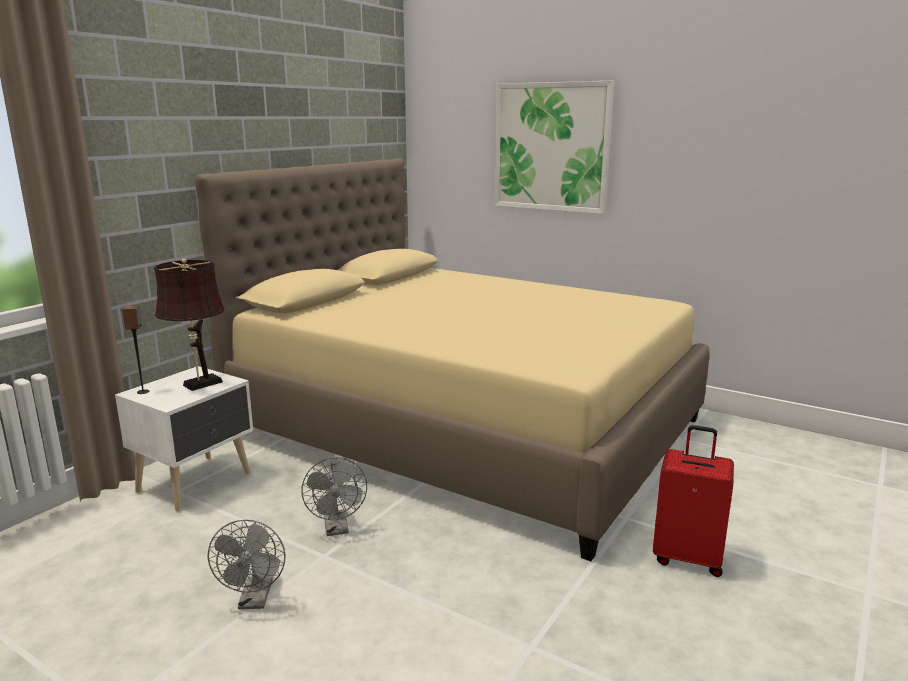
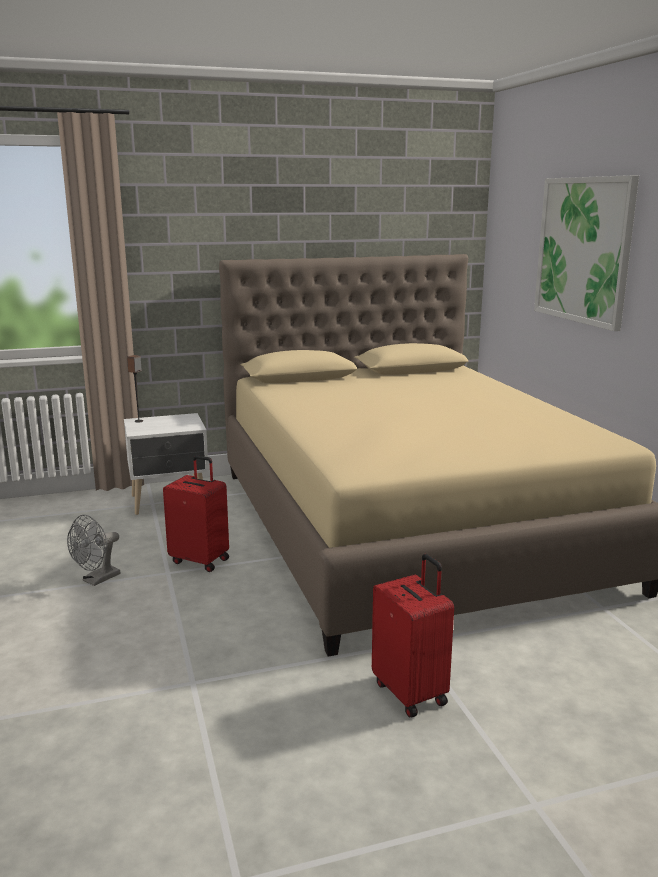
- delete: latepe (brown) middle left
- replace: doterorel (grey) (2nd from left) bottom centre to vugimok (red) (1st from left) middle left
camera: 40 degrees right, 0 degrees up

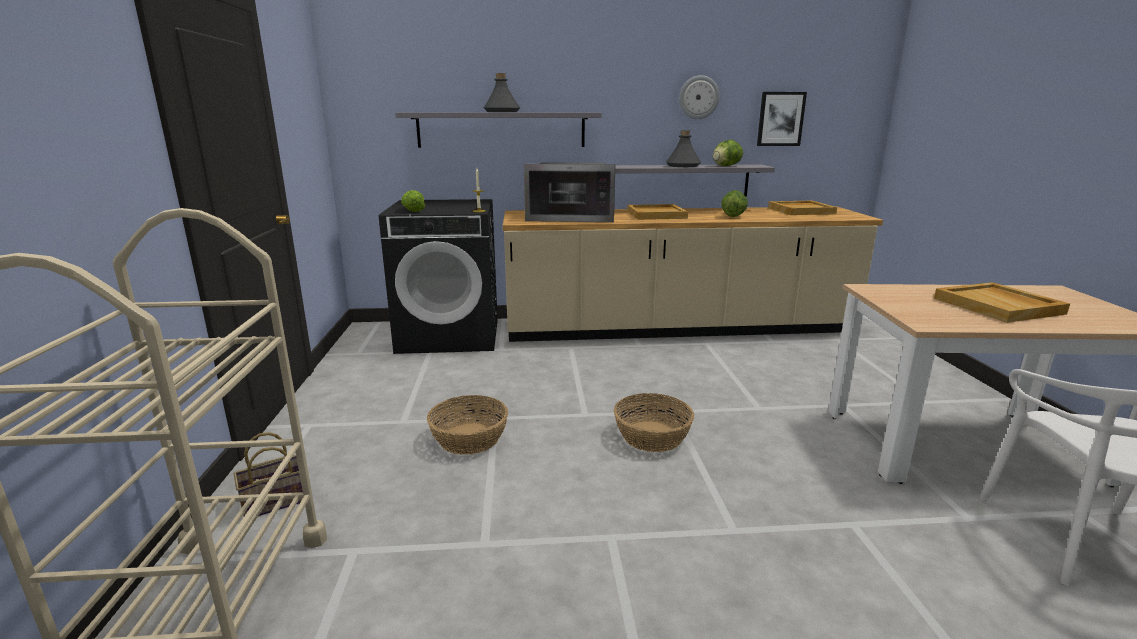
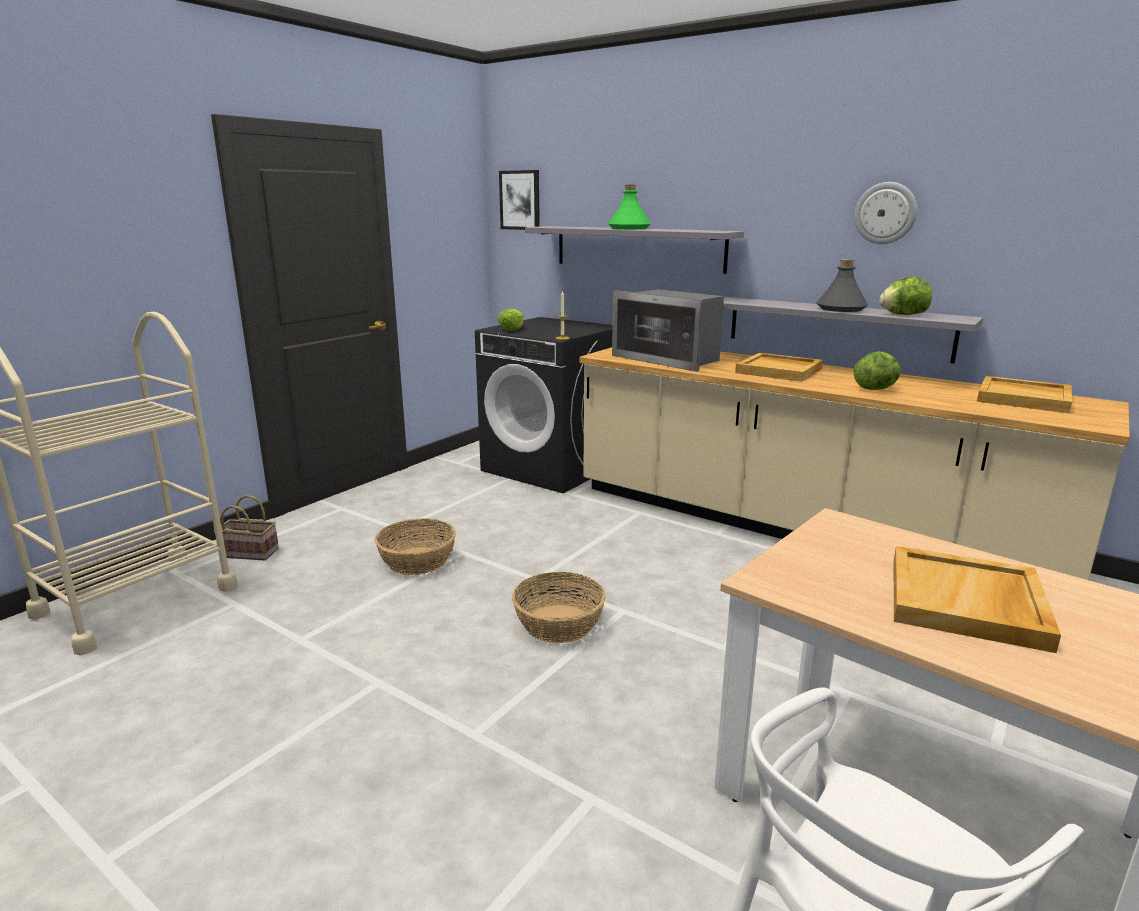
- move: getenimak top right to top centre
- recolor: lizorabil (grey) (1st from left) top centre to lizorabil (green) top centre
camera: 40 degrees right, 0 degrees up

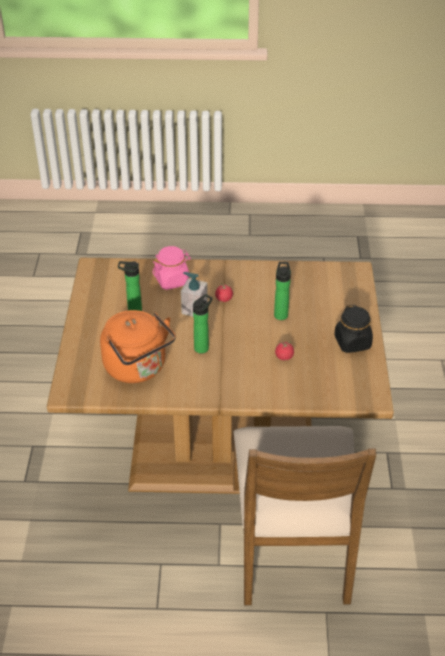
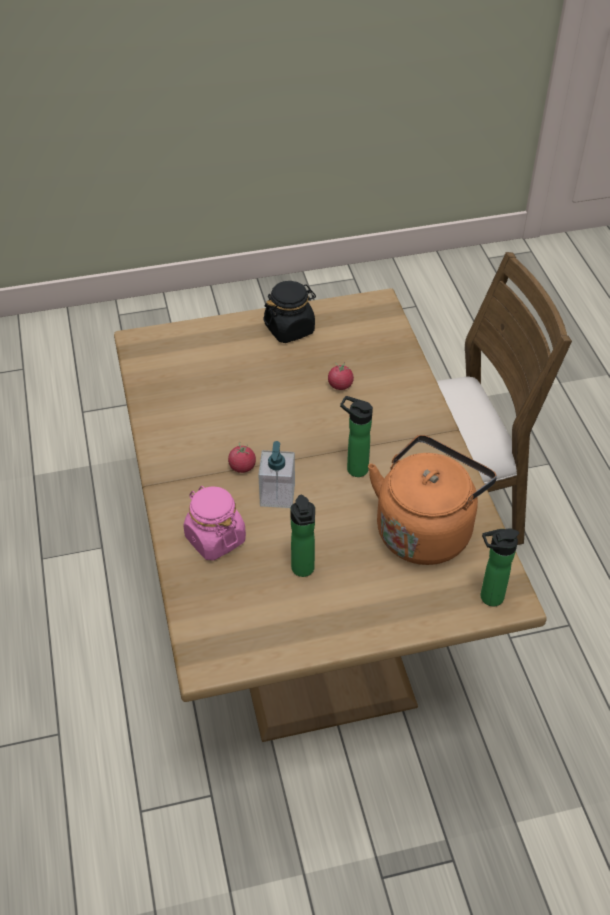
- move: lizorabil (3rd from left) centre to middle right
camera: 105 degrees left, 5 degrees up

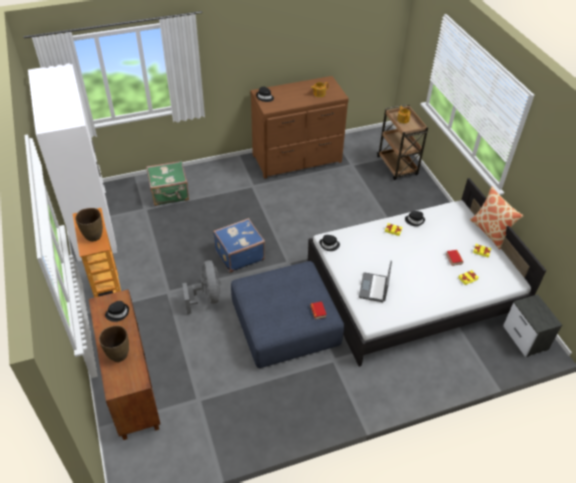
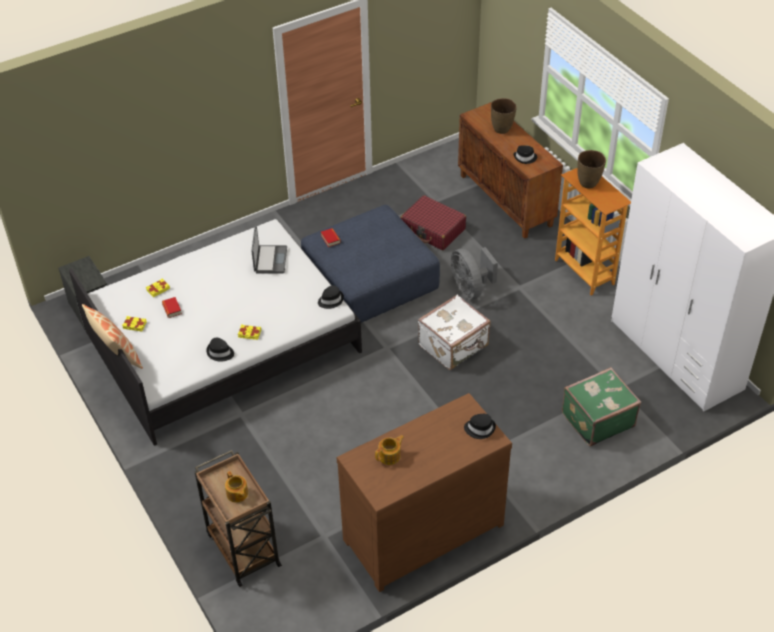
- insert: vugimok (red) centre
- recolor: vugimok (blue) centre to vugimok (white) centre
camera: 170 degrees right, 0 degrees up

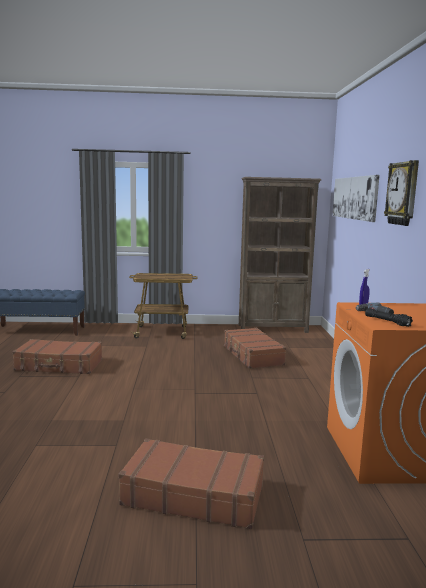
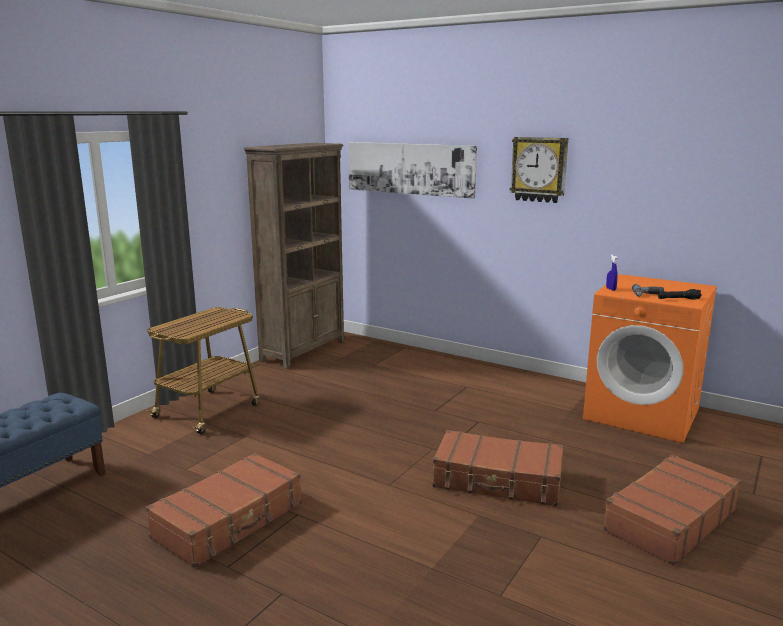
- move: vugimok (brown) (3rd from left in the first image) centre to vugimok (brown) (2nd from left) bottom centre
camera: 55 degrees left, 5 degrees up

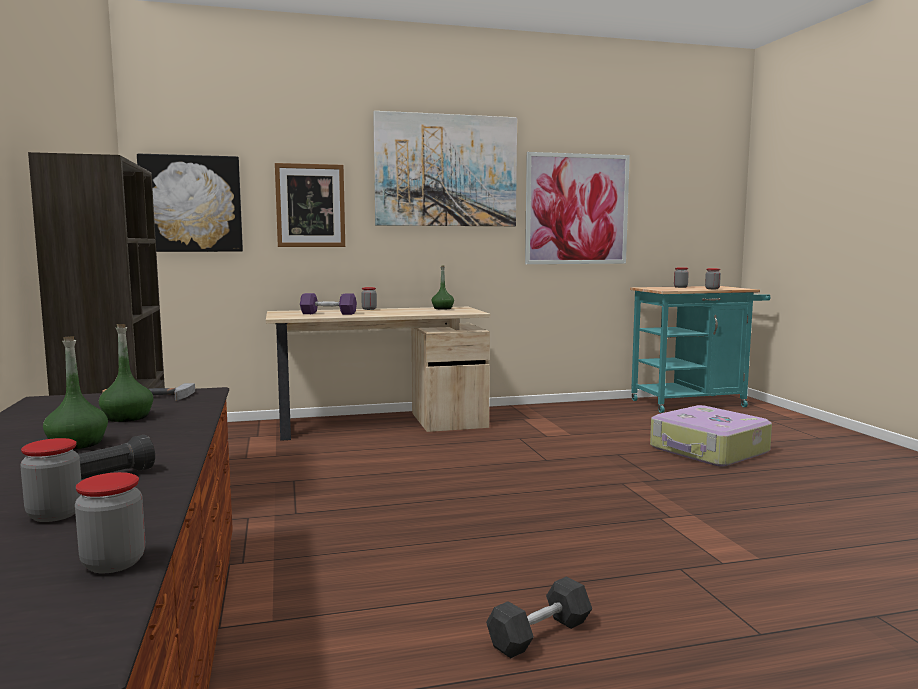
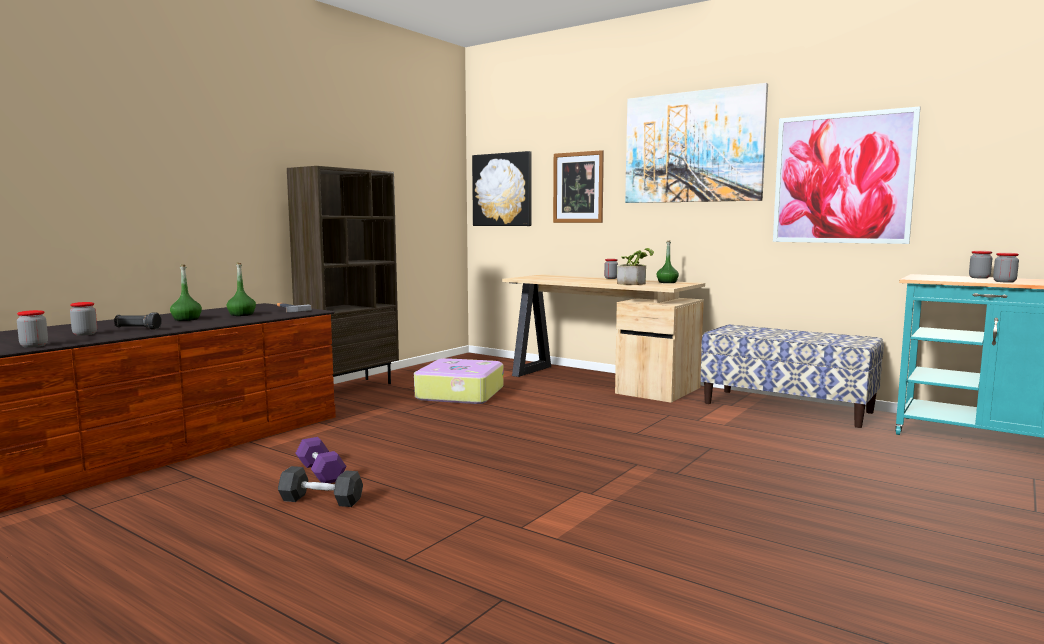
- insert: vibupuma centre
- insert: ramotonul middle right
- move: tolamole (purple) centre to bottom left
- move: vugimok middle right to centre
camera: 50 degrees right, 0 degrees up

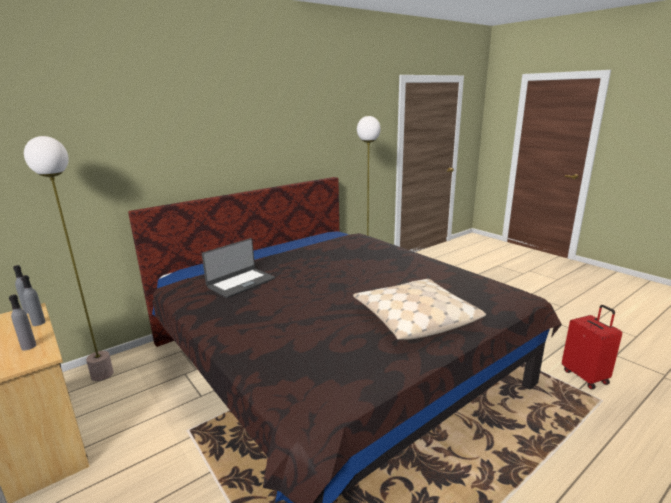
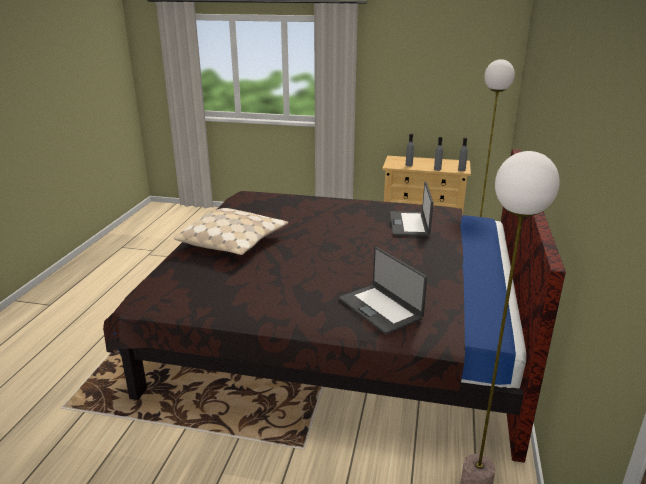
- delete: vugimok (red) bottom right
- insert: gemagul (1st from left) centre
camera: 140 degrees right, 5 degrees up

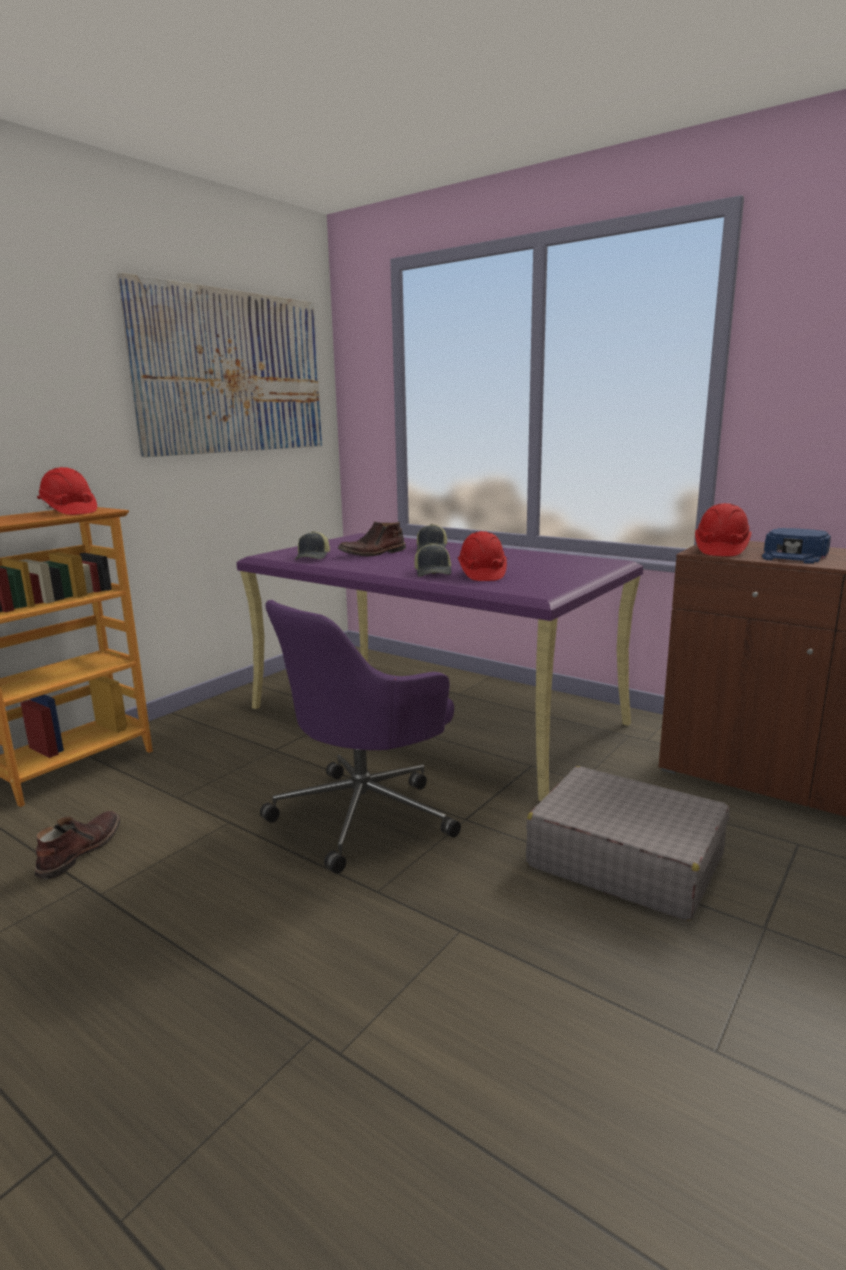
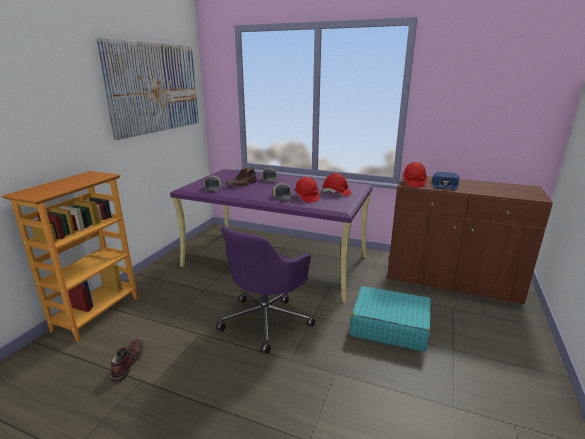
- move: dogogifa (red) (1st from left in the first image) middle left to dogogifa (red) (2nd from left) centre
- recolor: vugimok (grey) middle right to vugimok (turquoise) bottom right
camera: 15 degrees left, 5 degrees up

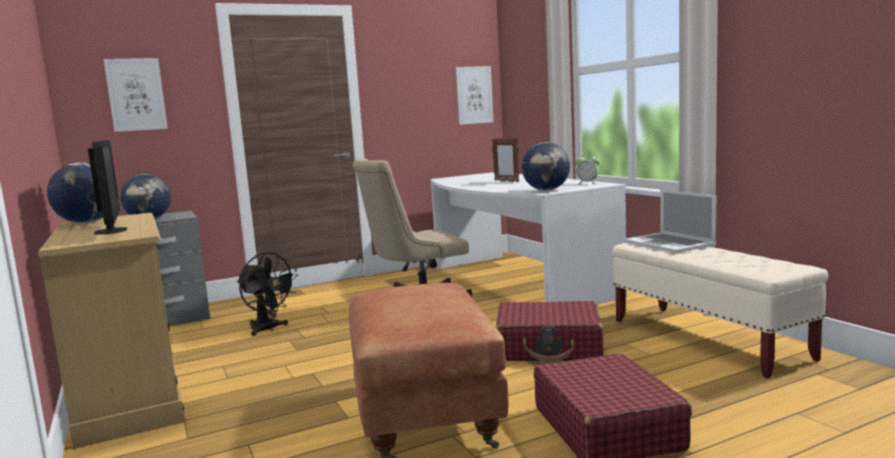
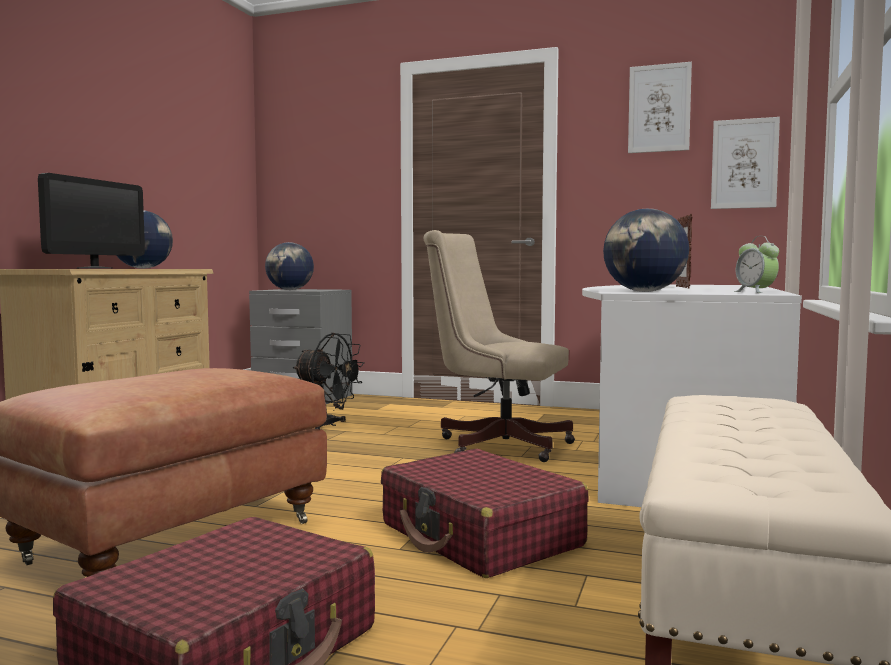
- delete: gemagul middle right
- move: getenimak (1st from left) top left to top right
- rotate: doterorel (black) middle left = centre 60 degrees counterclockwise
camera: 45 degrees right, 5 degrees down

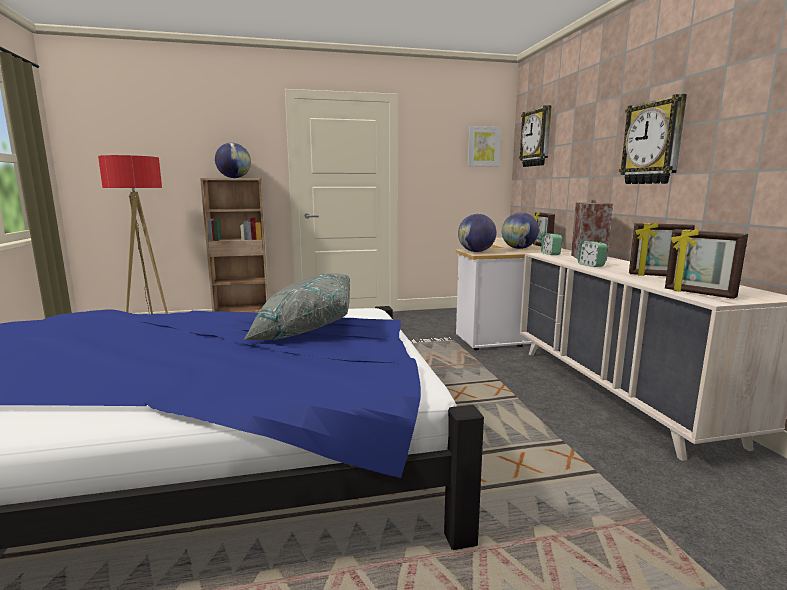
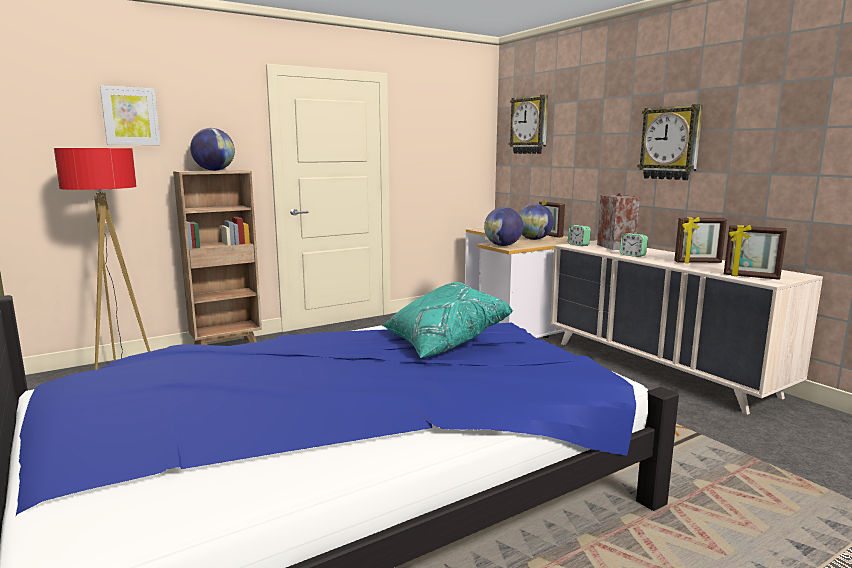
- move: getenimak top centre to top left
- recolor: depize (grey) centre to depize (turquoise) centre
camera: 20 degrees left, 0 degrees up

